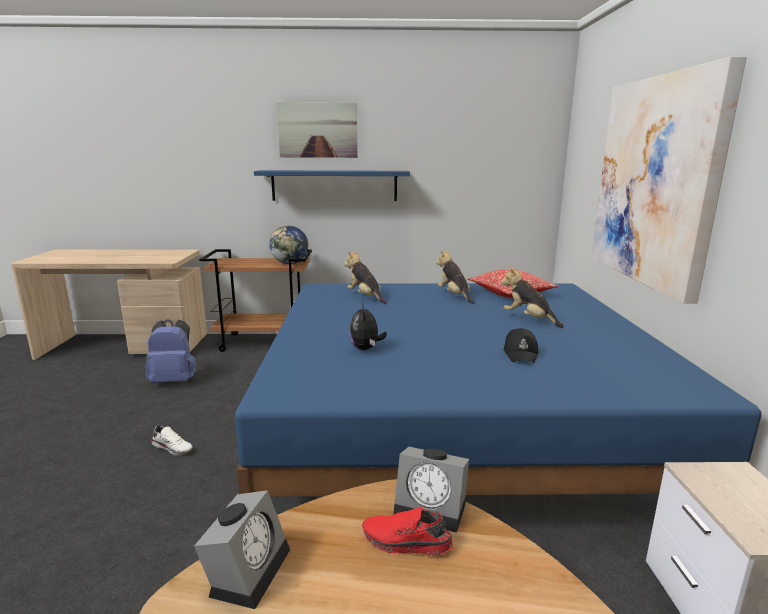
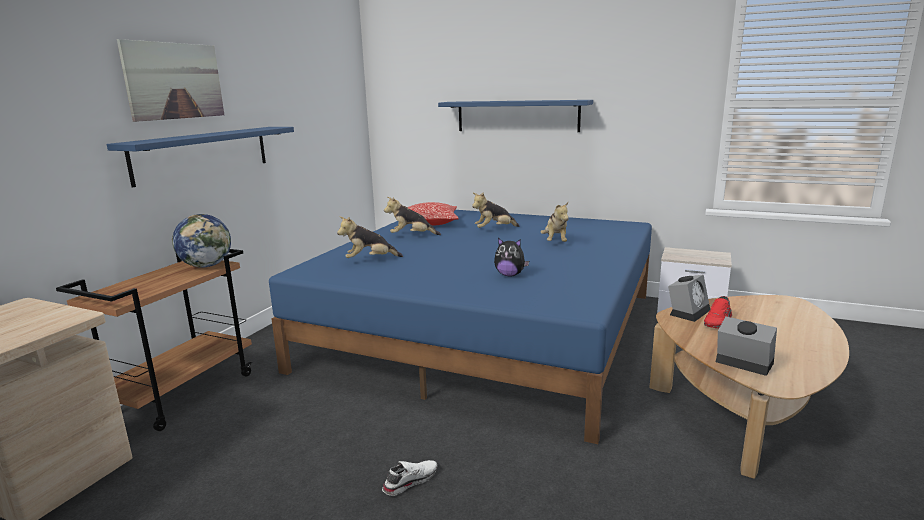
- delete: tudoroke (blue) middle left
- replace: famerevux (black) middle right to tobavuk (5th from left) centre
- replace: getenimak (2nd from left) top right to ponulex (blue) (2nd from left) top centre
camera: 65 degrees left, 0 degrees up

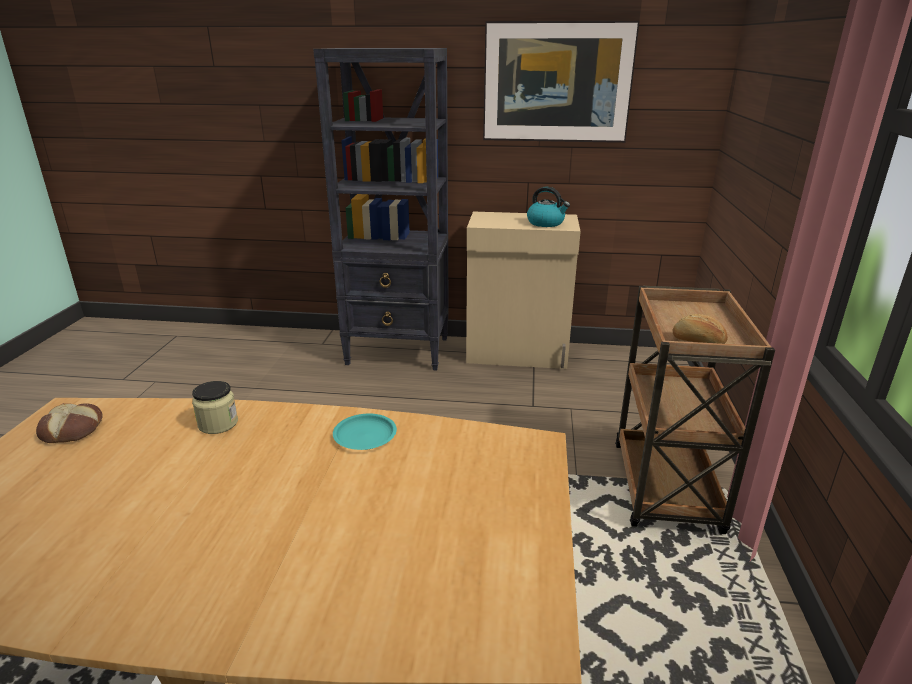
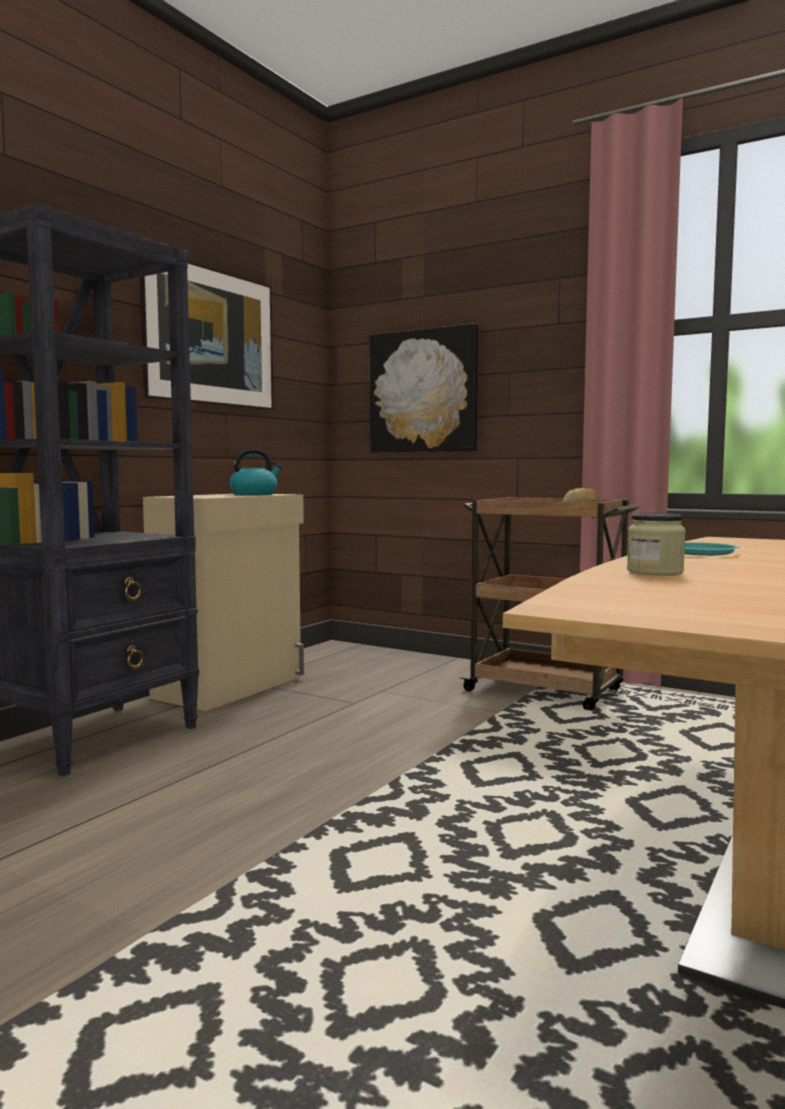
- delete: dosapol (1st from left) middle left
- insert: getenimak (2nd from left) centre
camera: 65 degrees left, 20 degrees down

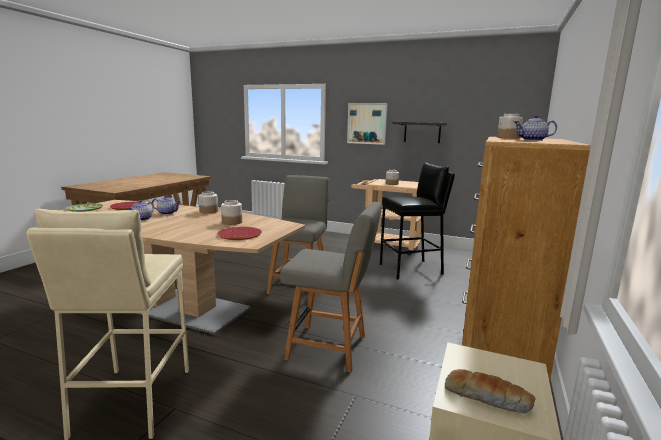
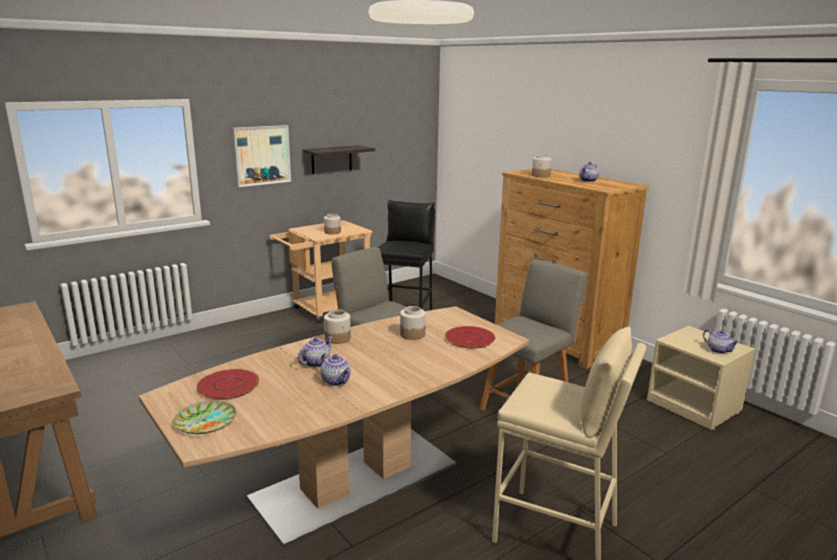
- replace: dosapol bottom right to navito (4th from left) middle right
camera: 60 degrees left, 5 degrees up

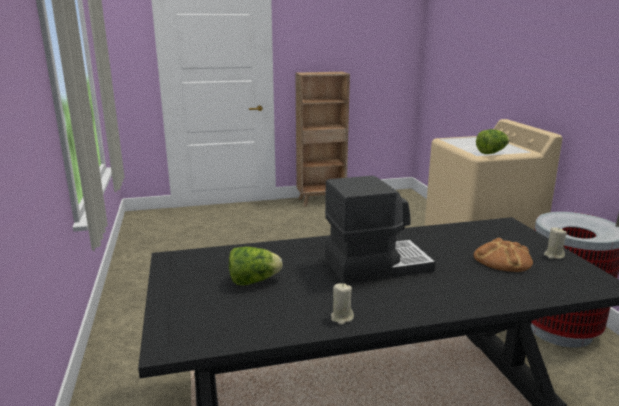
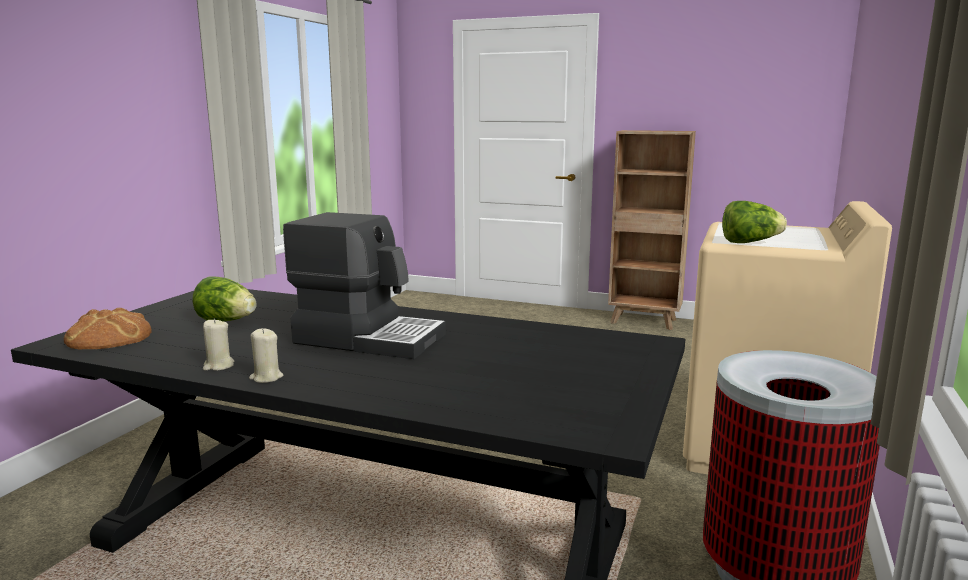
- move: dosapol middle right to middle left
- move: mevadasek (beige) (2nd from left) middle right to middle left
camera: 35 degrees right, 5 degrees down

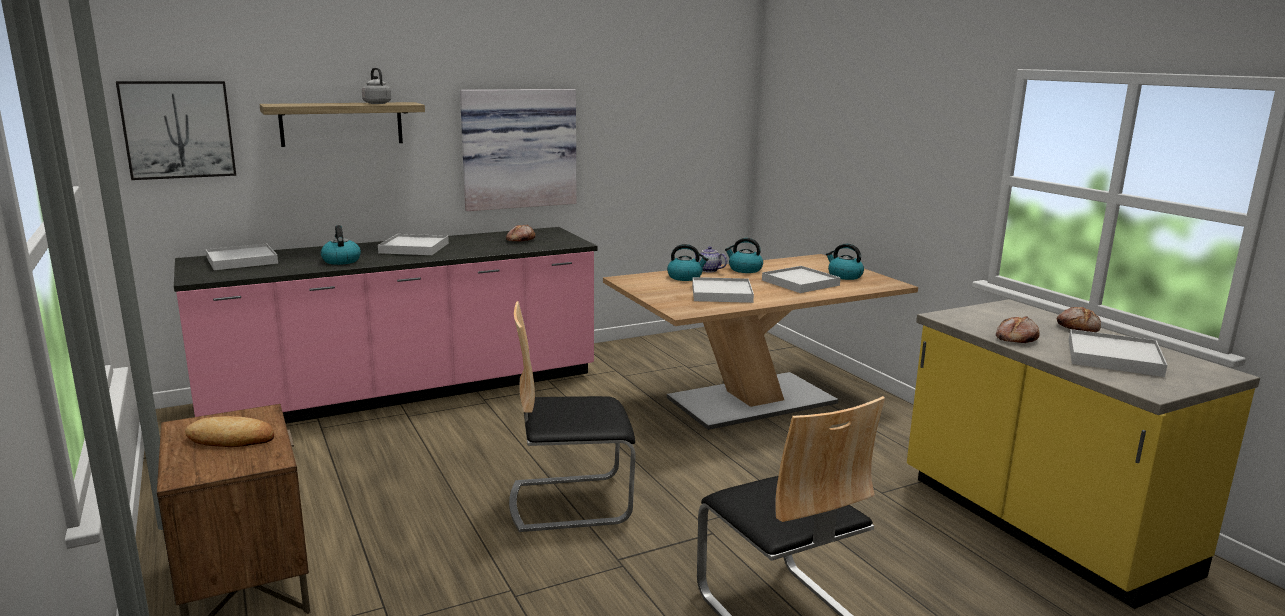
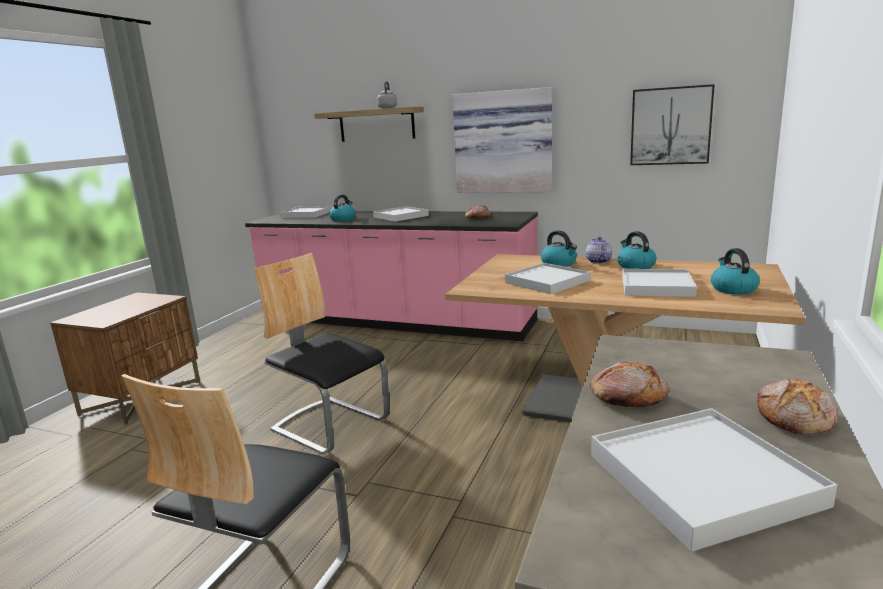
- delete: dosapol (1st from left) bottom left
- move: getenimak (1st from left in the first image) top left to getenimak (2nd from left) top right
camera: 50 degrees right, 0 degrees up

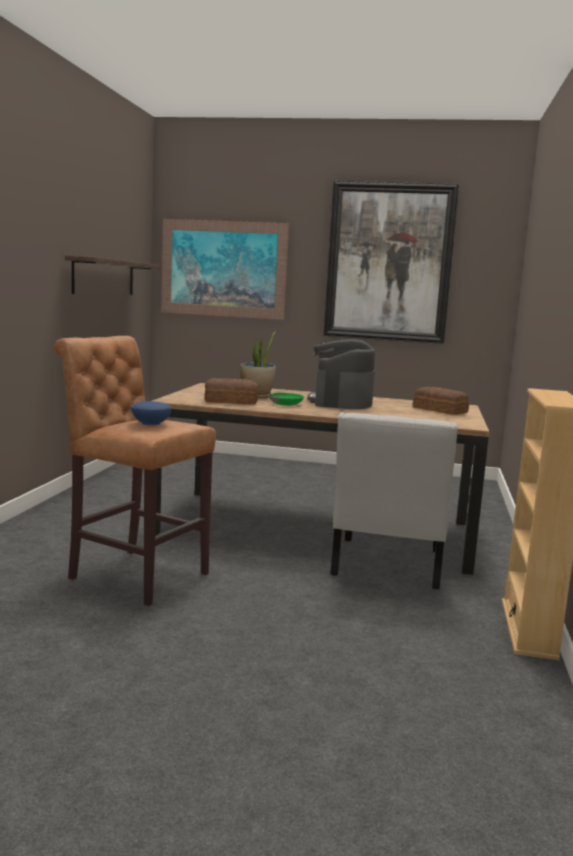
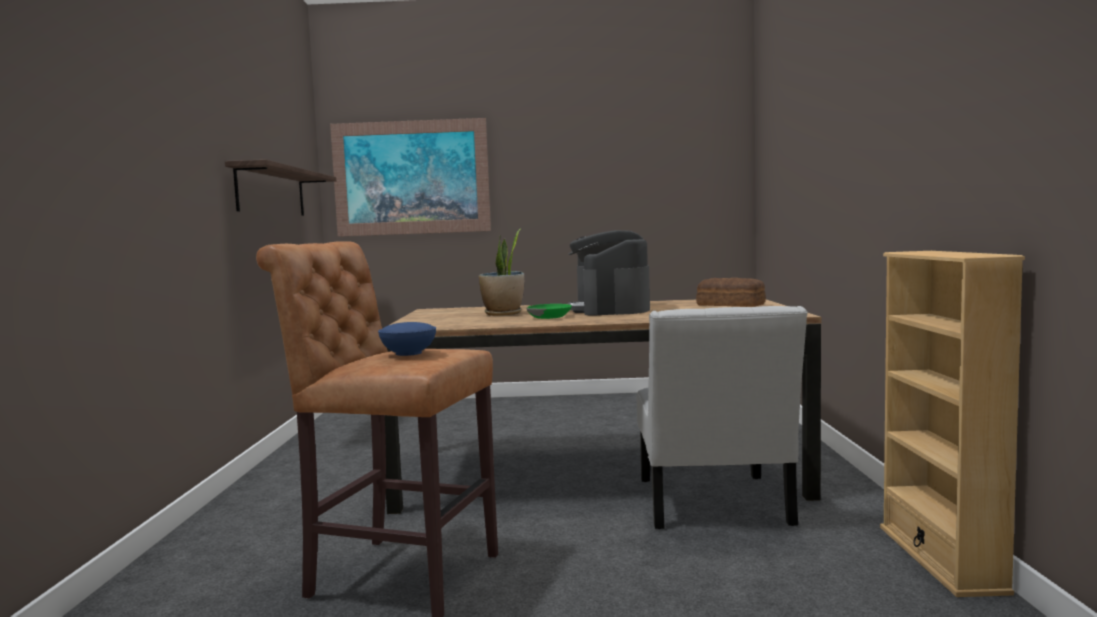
- delete: dosapol (1st from left) centre
- delete: getenimak (2nd from left) top right
camera: 10 degrees left, 5 degrees down

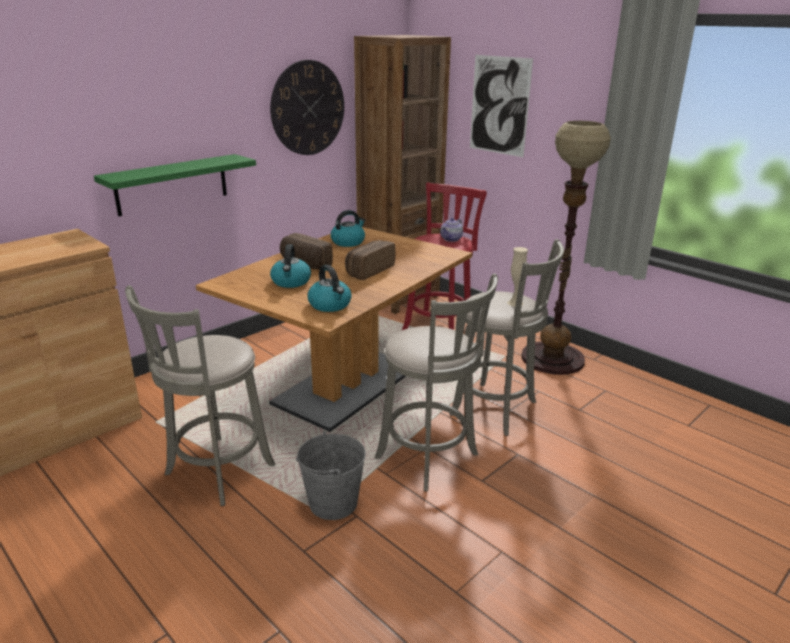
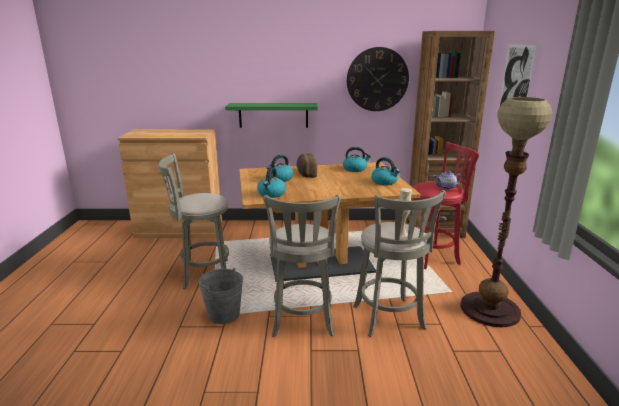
- delete: dosapol (2nd from left) centre
- insert: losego (4th from left) centre
camera: 45 degrees right, 5 degrees down

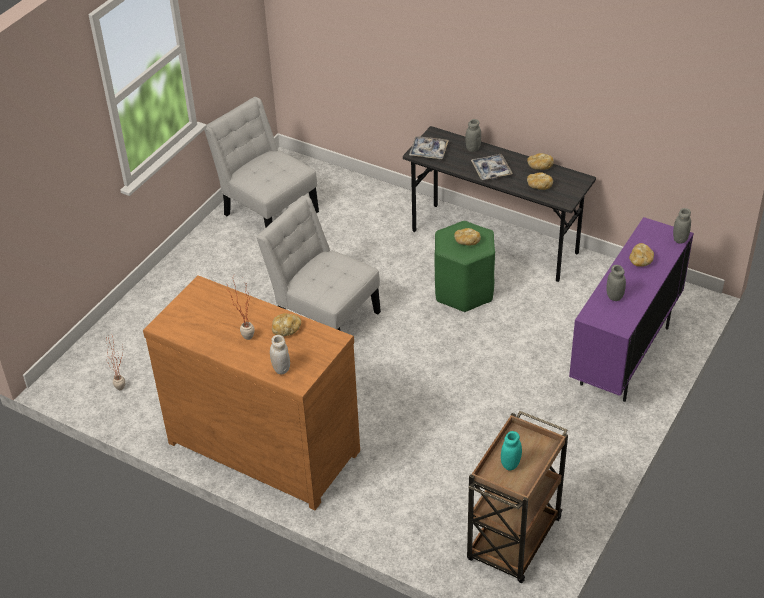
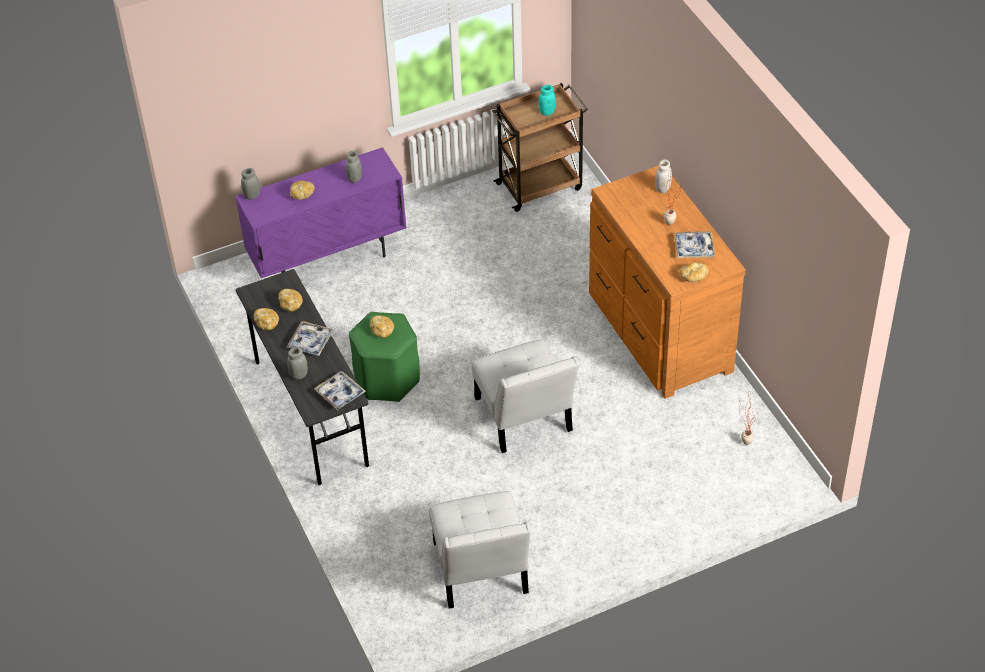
- insert: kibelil (3rd from left) middle right
- move: dosapol (1st from left in the first image) centre to dosapol (5th from left) middle right
camera: 145 degrees left, 5 degrees up

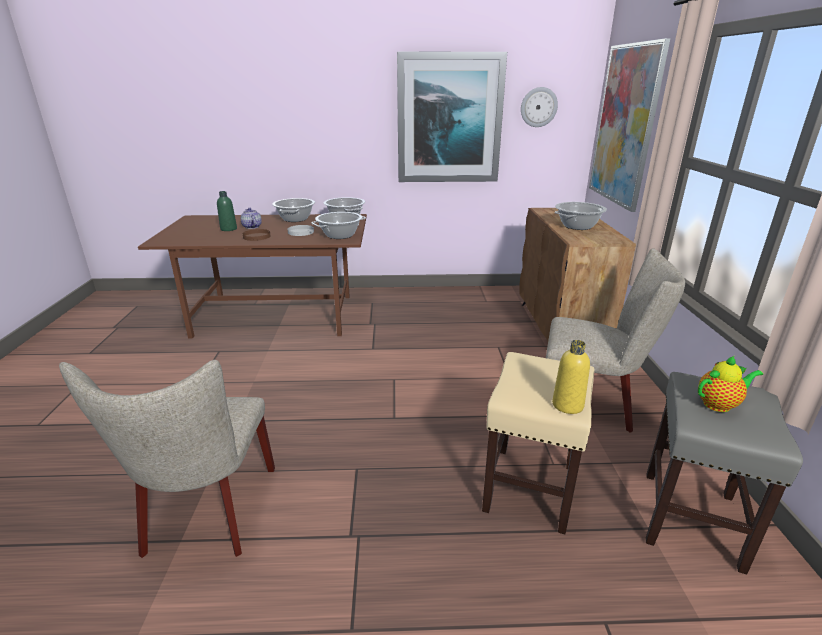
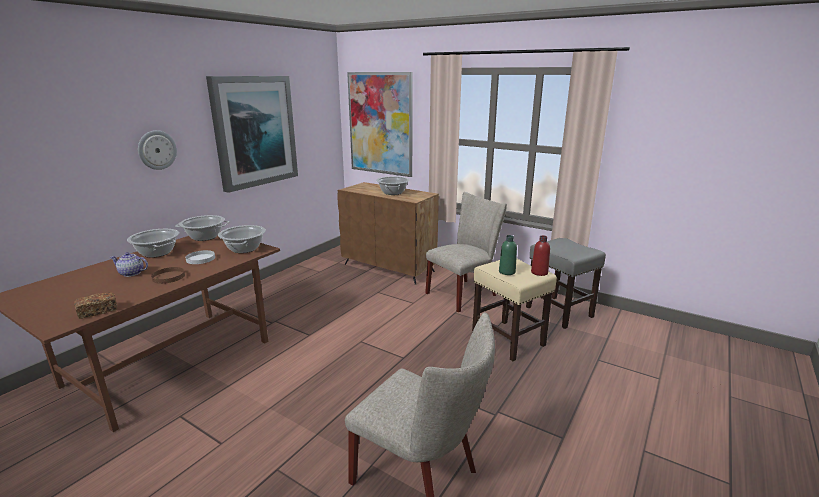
- delete: navito (2nd from left) middle right
- insert: dosapol middle left
- move: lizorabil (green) top left to centre
- move: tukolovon top centre to top left
- recolor: lizorabil (yellow) middle right to lizorabil (red) centre
camera: 55 degrees left, 5 degrees down

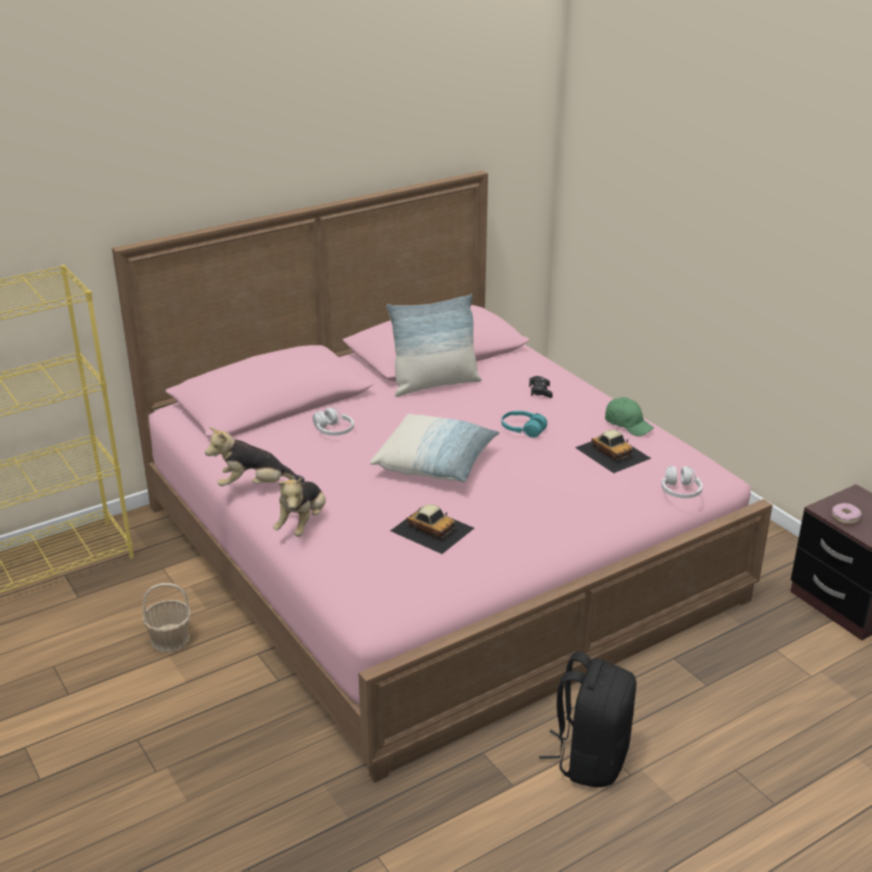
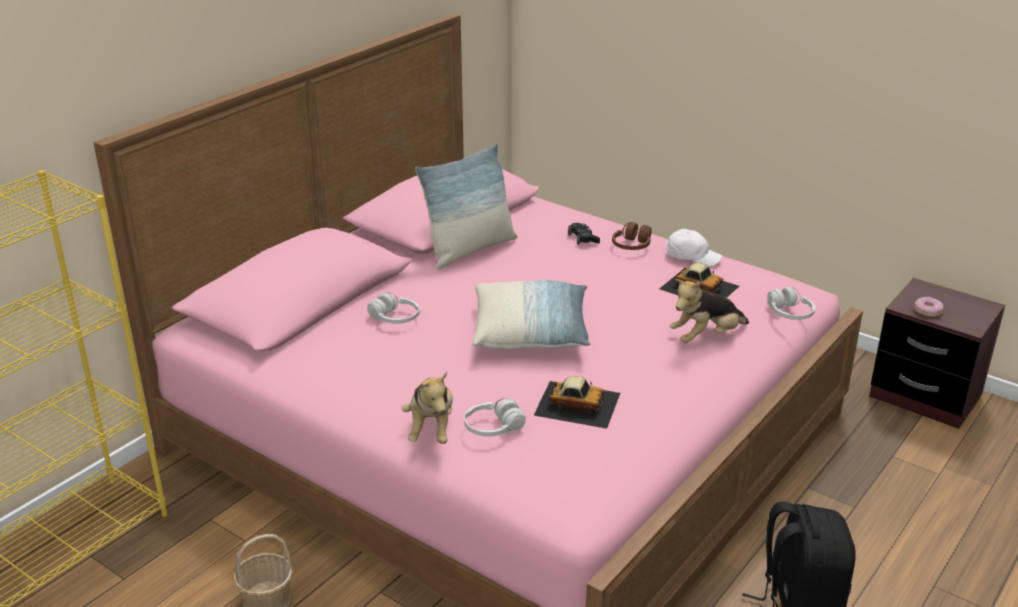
- delete: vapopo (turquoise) centre
- insert: vapopo (white) (2nd from left) bottom centre
- insert: vapopo (brown) centre
- move: tobavuk (1st from left in the first image) middle left to tobavuk (2nd from left) middle right
- recolor: famerevux (green) middle right to famerevux (white) middle right
camera: 20 degrees left, 0 degrees up

